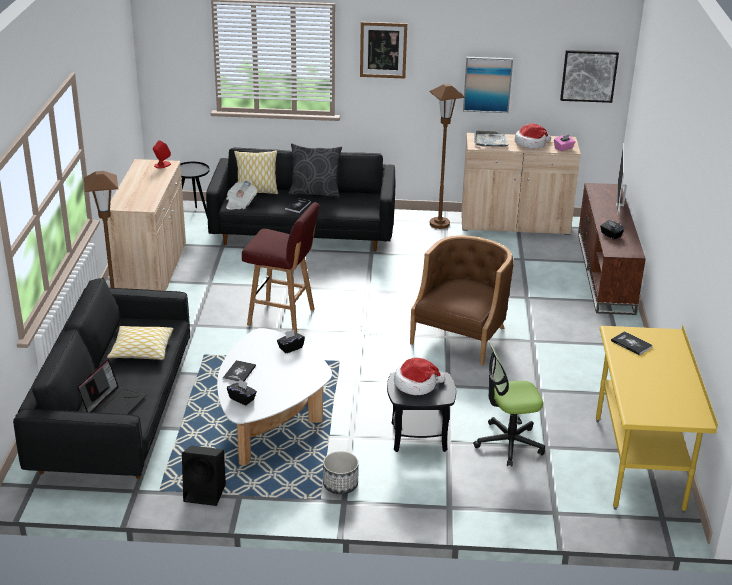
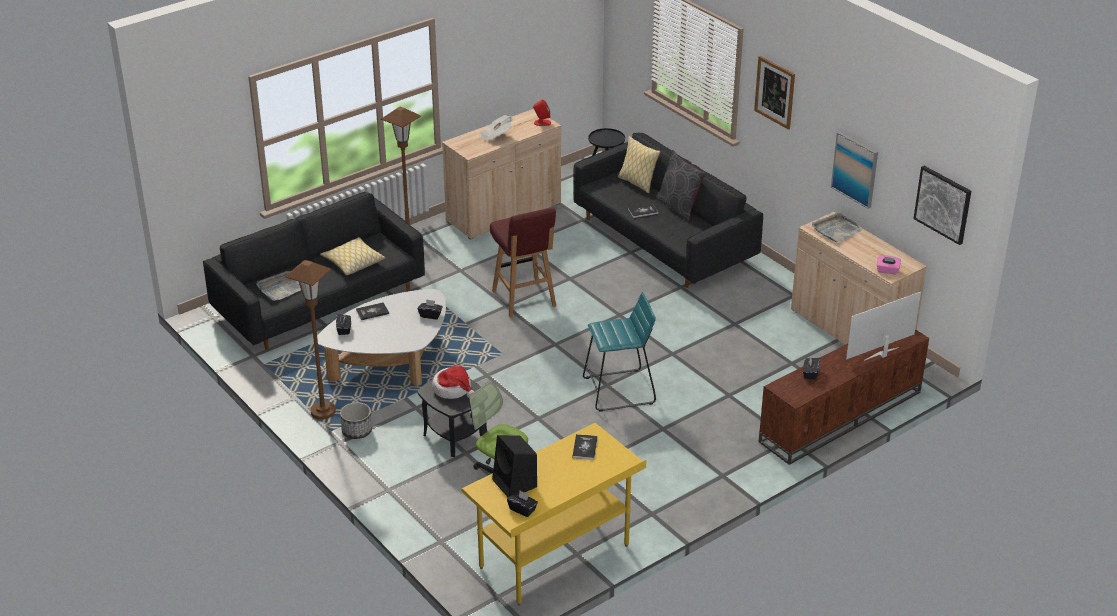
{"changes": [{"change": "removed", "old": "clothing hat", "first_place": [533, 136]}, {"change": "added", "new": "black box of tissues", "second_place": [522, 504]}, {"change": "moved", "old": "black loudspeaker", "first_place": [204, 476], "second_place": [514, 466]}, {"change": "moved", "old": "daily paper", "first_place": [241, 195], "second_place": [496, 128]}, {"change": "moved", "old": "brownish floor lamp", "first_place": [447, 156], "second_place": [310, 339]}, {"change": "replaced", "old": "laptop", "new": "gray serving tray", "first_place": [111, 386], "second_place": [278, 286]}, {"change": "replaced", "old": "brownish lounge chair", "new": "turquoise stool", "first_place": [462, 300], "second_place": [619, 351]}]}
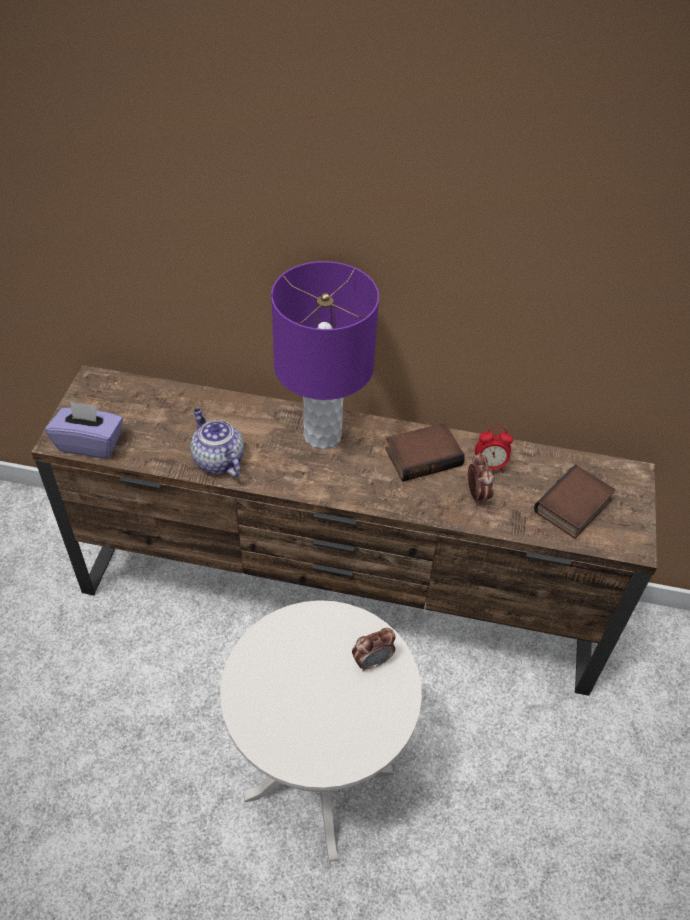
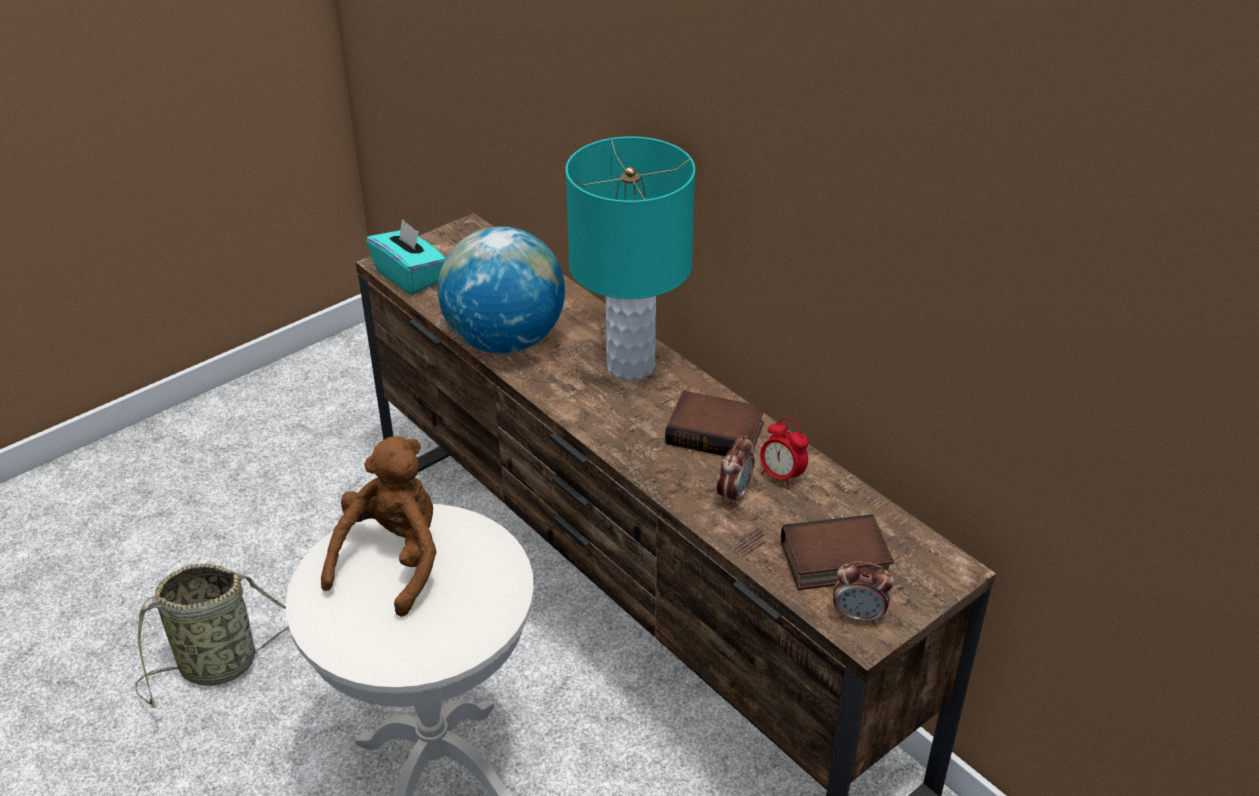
{"changes": [{"change": "added", "new": "basket", "second_place": [212, 636]}, {"change": "added", "new": "brownish cuddly toy", "second_place": [379, 526]}, {"change": "moved", "old": "alarm clock", "first_place": [373, 649], "second_place": [863, 593]}, {"change": "replaced", "old": "tea pot", "new": "desk globe", "first_place": [217, 442], "second_place": [501, 290]}, {"change": "recoloured", "old": "purple-coloured box of tissues", "new": "turquoise box of tissues", "first_place": [84, 430], "second_place": [406, 257]}, {"change": "recoloured", "old": "purple-coloured tabletop lamp", "new": "turquoise tabletop lamp", "first_place": [325, 355], "second_place": [630, 258]}]}
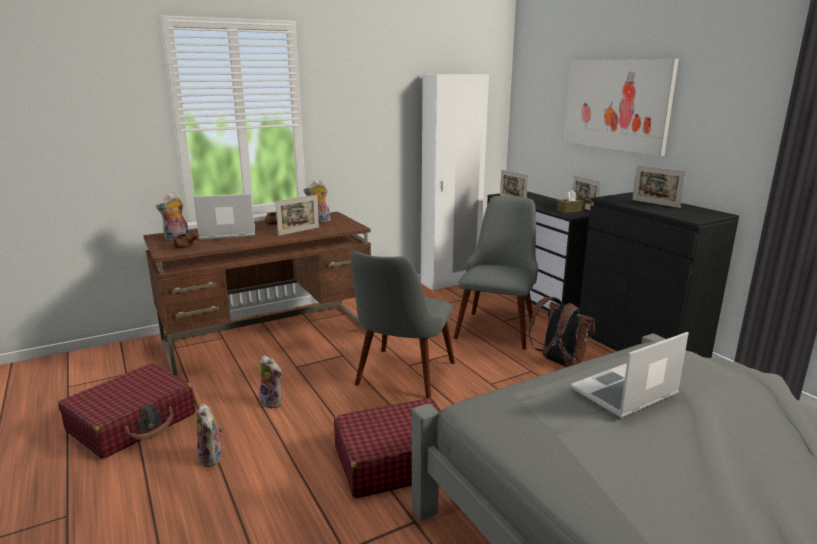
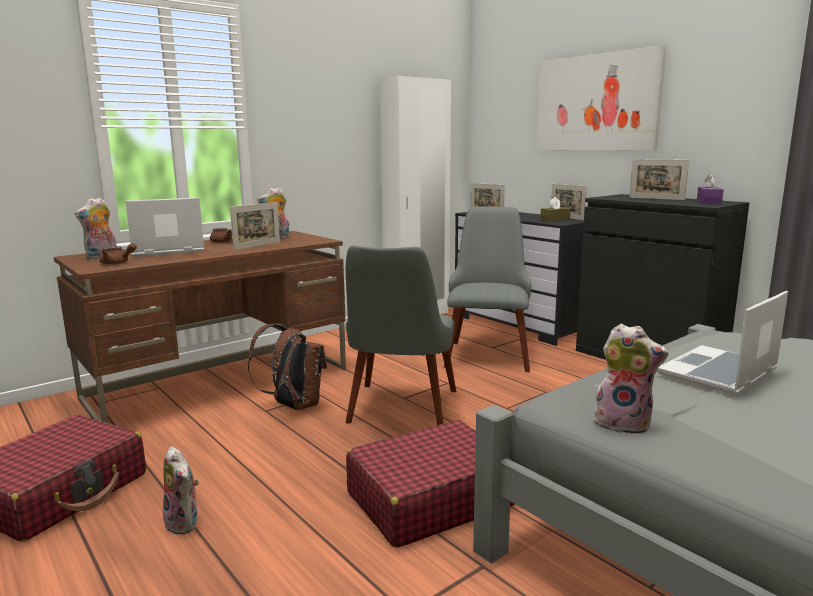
{"changes": [{"change": "added", "new": "purple-coloured box of tissues", "second_place": [710, 189]}, {"change": "moved", "old": "cuddly toy", "first_place": [270, 382], "second_place": [631, 379]}, {"change": "moved", "old": "brownish rucksack", "first_place": [562, 332], "second_place": [287, 367]}]}
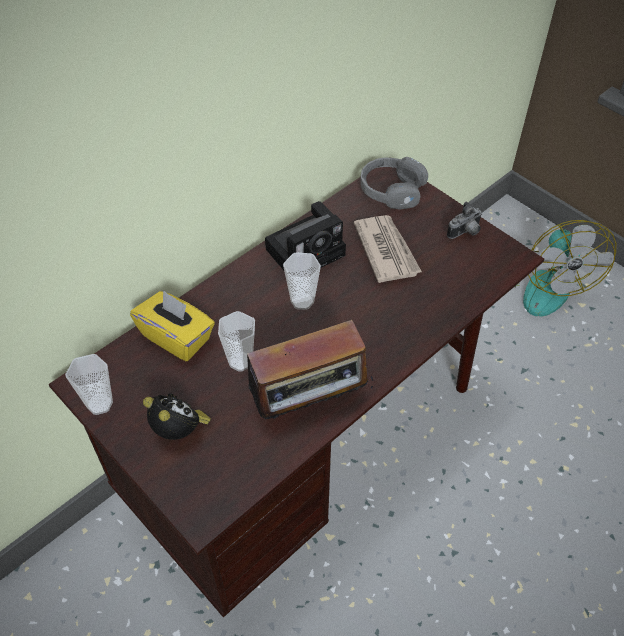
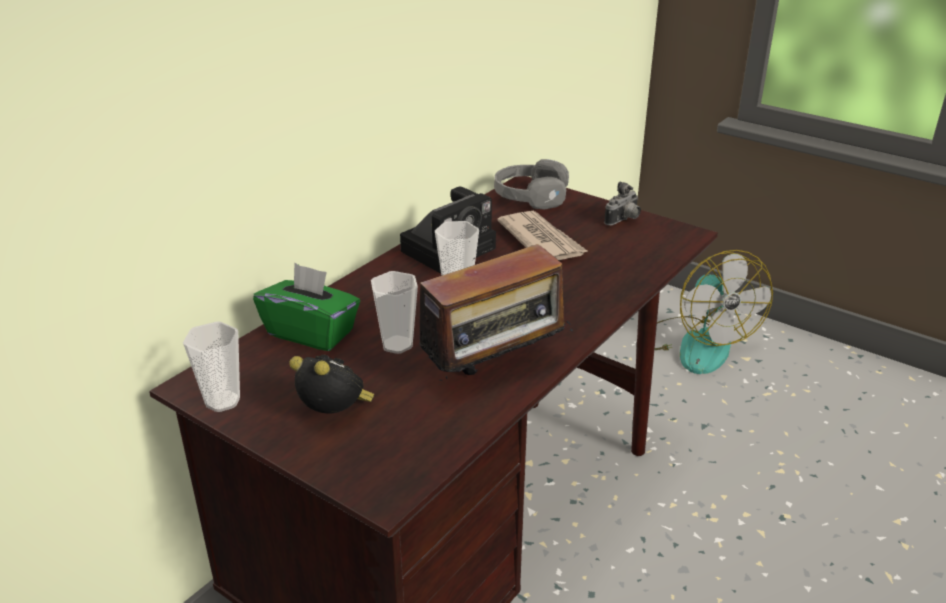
{"changes": [{"change": "recoloured", "old": "yellow-coloured box of tissues", "new": "greenish box of tissues", "first_place": [172, 325], "second_place": [306, 307]}]}
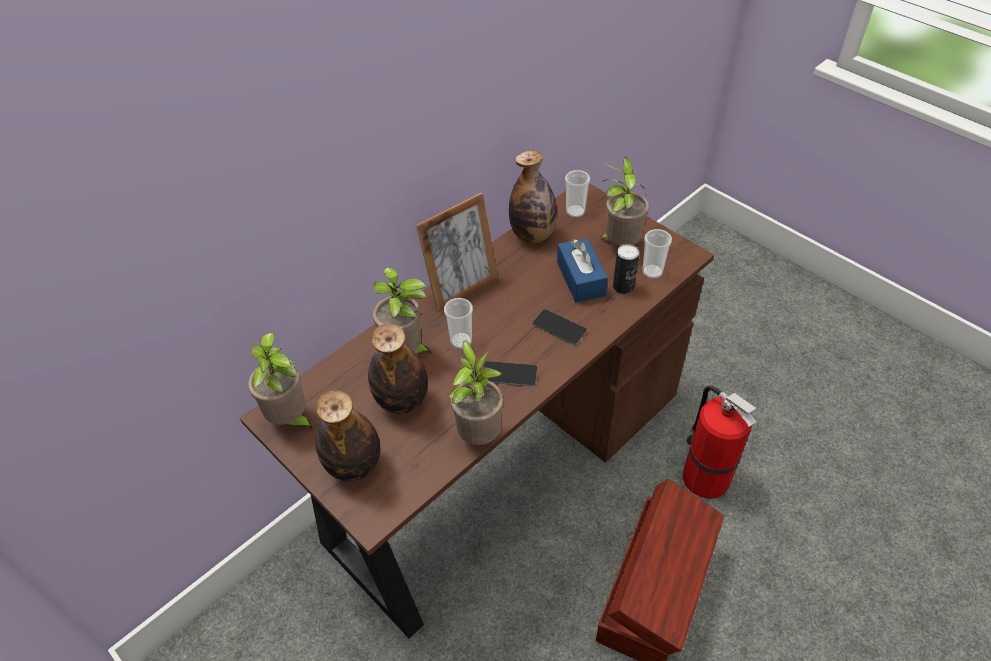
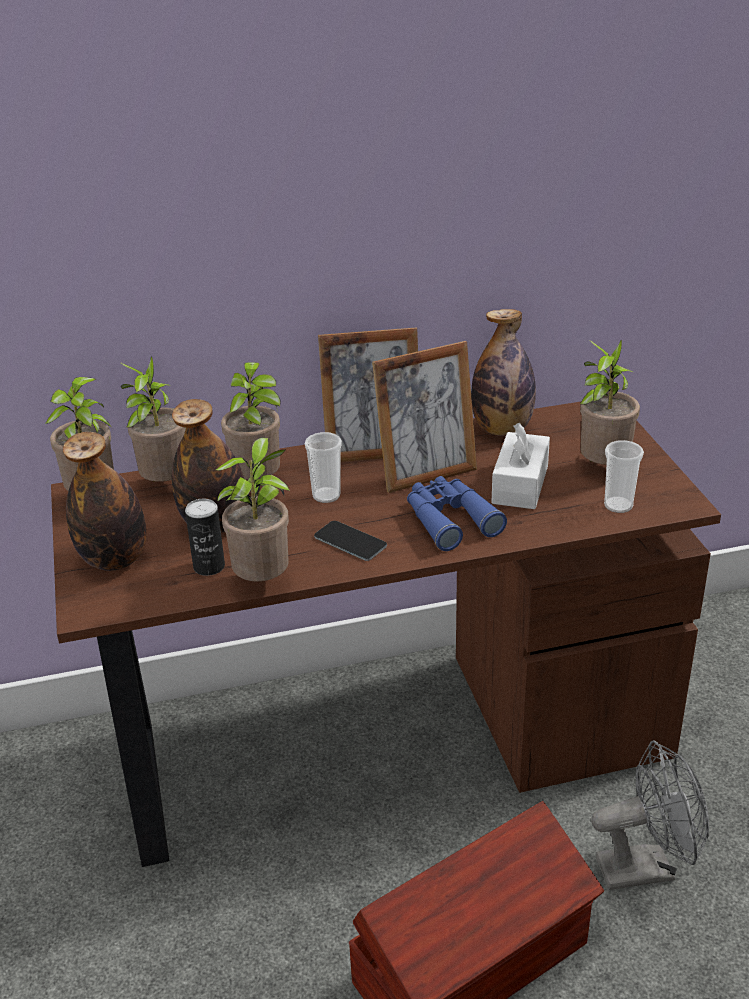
{"changes": [{"change": "removed", "old": "cup", "first_place": [577, 194]}, {"change": "added", "new": "plant in a pot", "second_place": [153, 419]}, {"change": "added", "new": "picture frame", "second_place": [424, 417]}, {"change": "moved", "old": "sealed can", "first_place": [626, 269], "second_place": [205, 537]}, {"change": "replaced", "old": "handset", "new": "blue pair of binoculars", "first_place": [560, 327], "second_place": [457, 513]}, {"change": "replaced", "old": "fire extinguisher", "new": "gray electric fan", "first_place": [719, 442], "second_place": [650, 815]}, {"change": "recoloured", "old": "blue box of tissues", "new": "white box of tissues", "first_place": [582, 270], "second_place": [520, 465]}]}
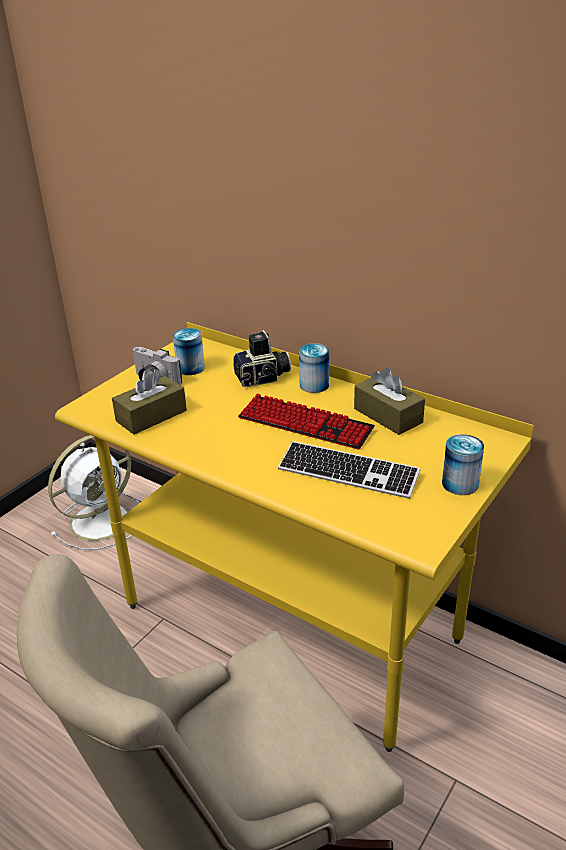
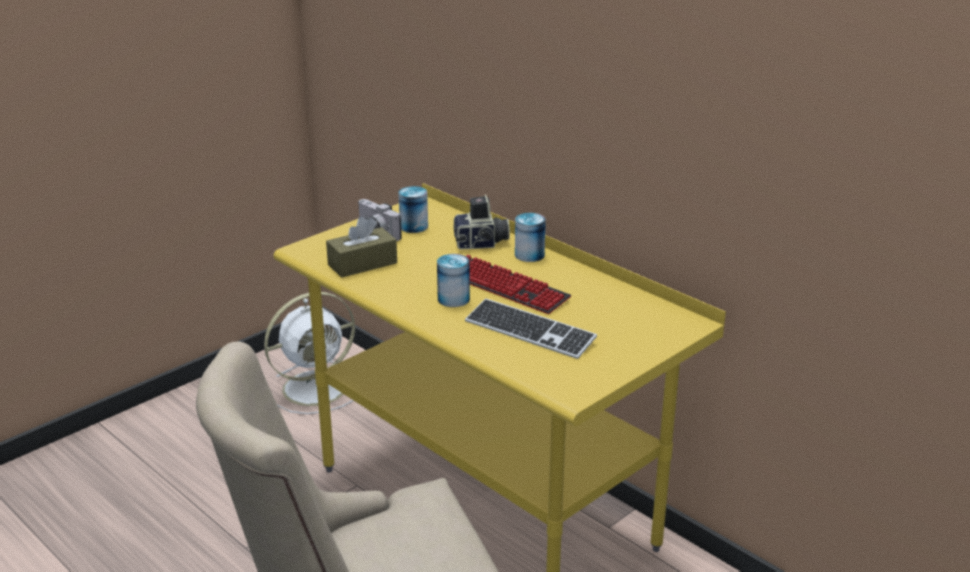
{"changes": [{"change": "removed", "old": "brownish box of tissues", "first_place": [389, 401]}, {"change": "moved", "old": "sealed can", "first_place": [463, 464], "second_place": [453, 280]}]}
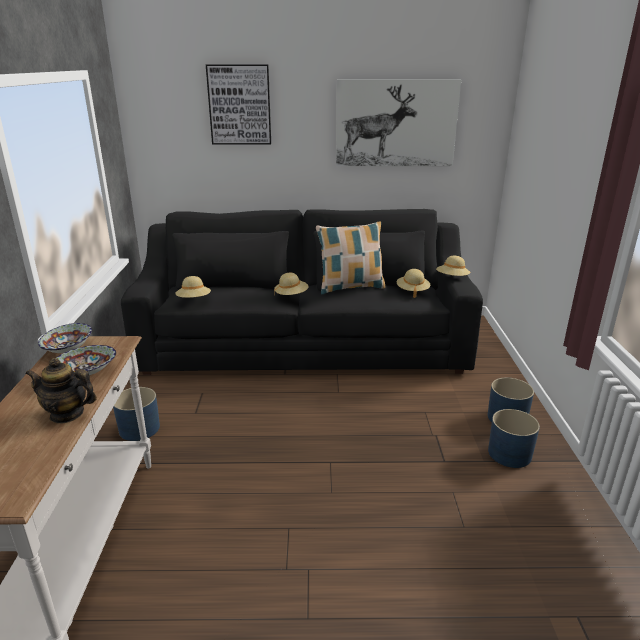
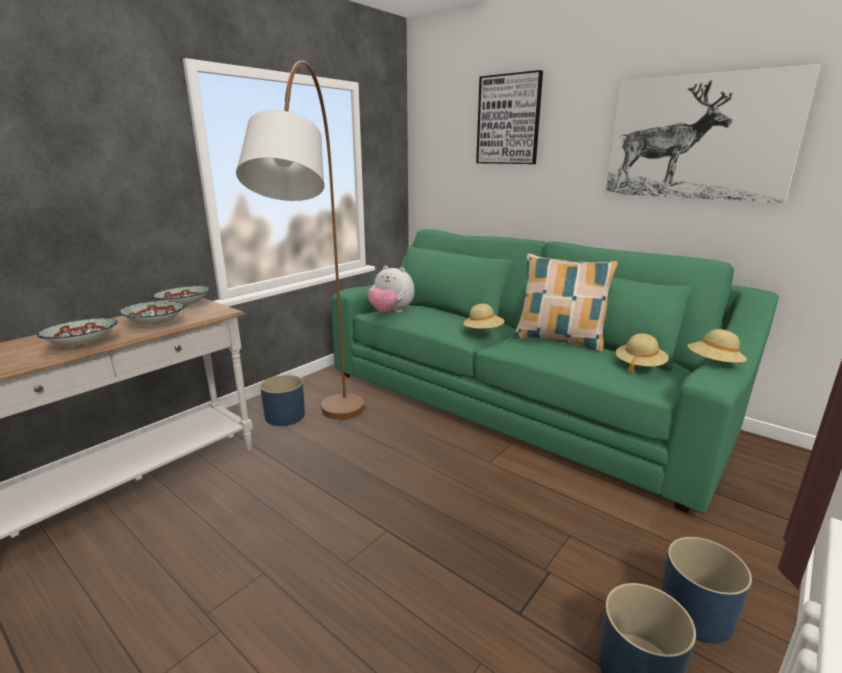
{"changes": [{"change": "added", "new": "brownish floor lamp", "second_place": [300, 240]}, {"change": "replaced", "old": "tea pot", "new": "serving bowl", "first_place": [61, 391], "second_place": [77, 332]}, {"change": "replaced", "old": "beige-coloured clothing hat", "new": "cuddly toy", "first_place": [193, 287], "second_place": [391, 289]}, {"change": "recoloured", "old": "black sofa", "new": "greenish sofa", "first_place": [302, 292], "second_place": [555, 371]}]}
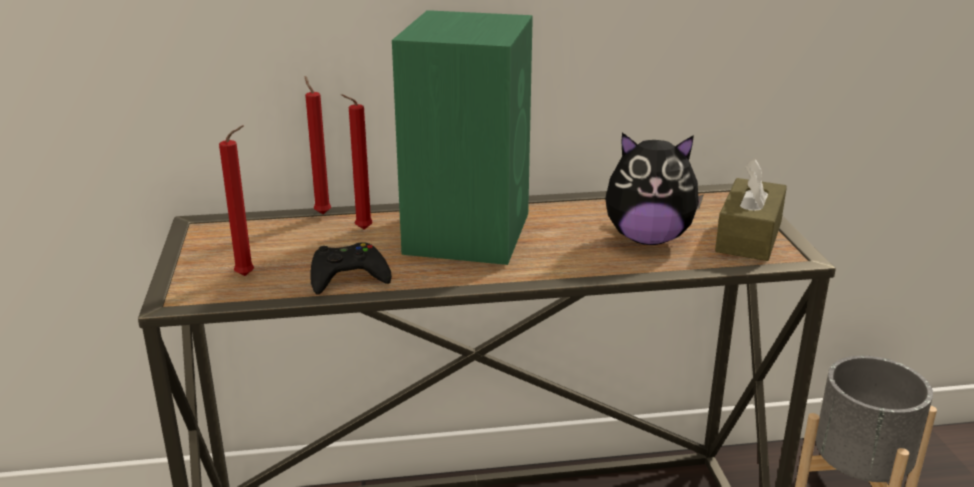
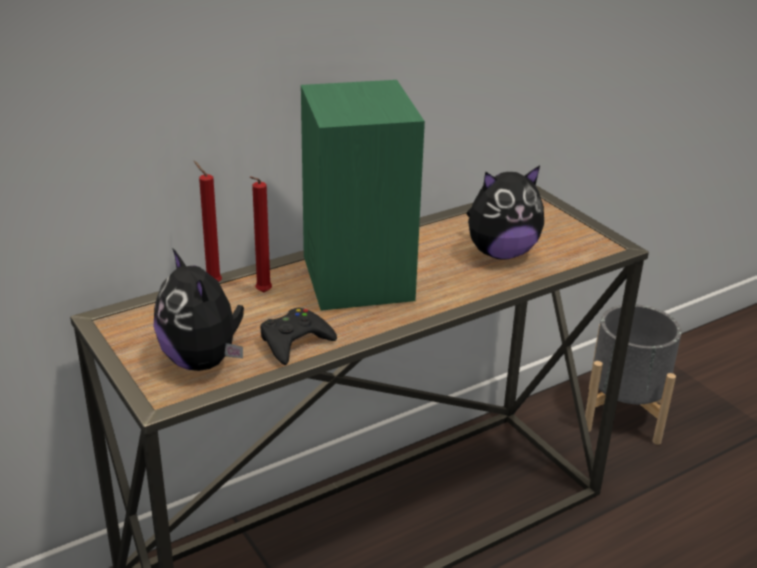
{"changes": [{"change": "removed", "old": "brownish box of tissues", "first_place": [751, 210]}, {"change": "replaced", "old": "red-coloured wax light", "new": "cuddly toy", "first_place": [236, 200], "second_place": [199, 310]}]}
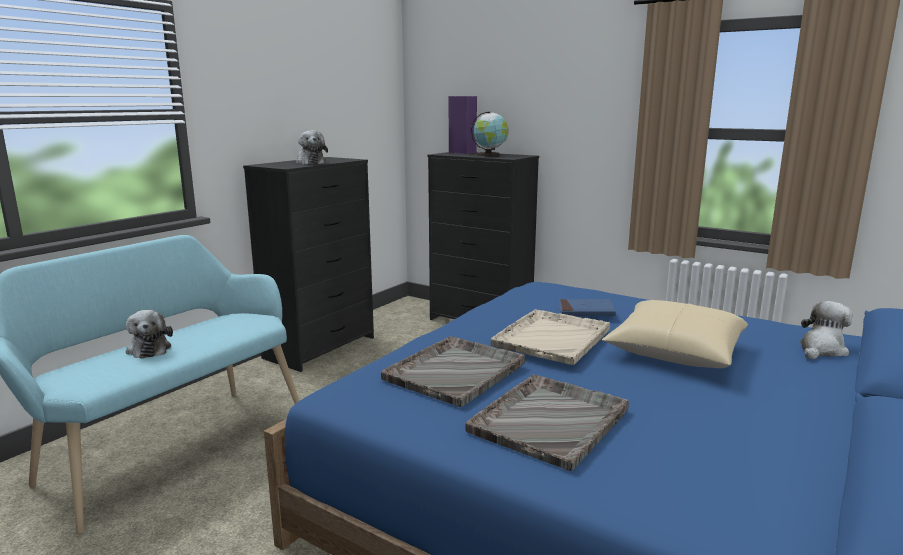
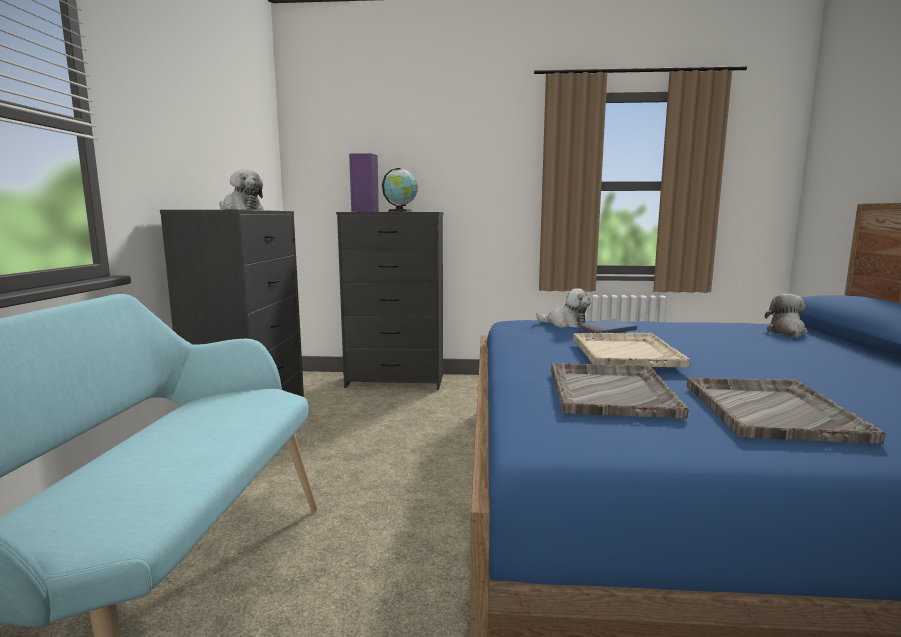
{"changes": [{"change": "removed", "old": "beige-coloured throw pillow", "first_place": [675, 334]}, {"change": "moved", "old": "cuddly toy", "first_place": [149, 334], "second_place": [563, 308]}]}
